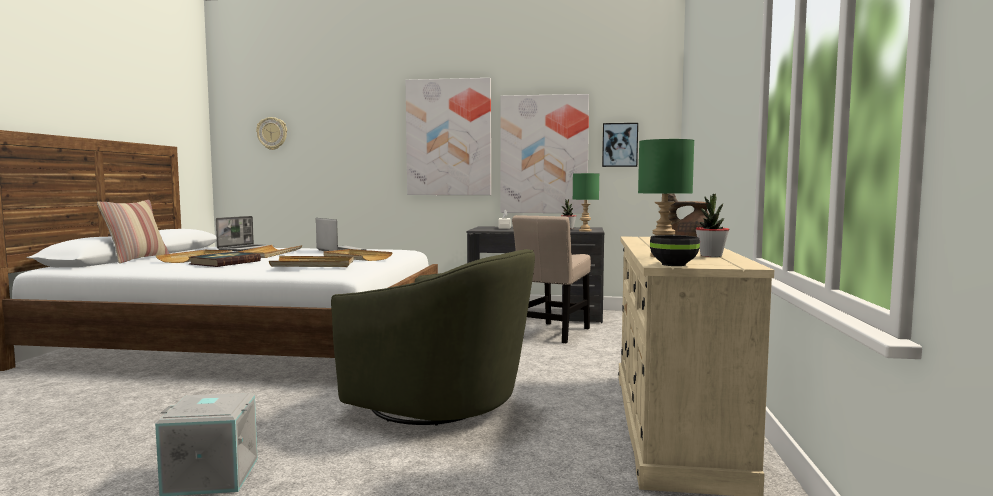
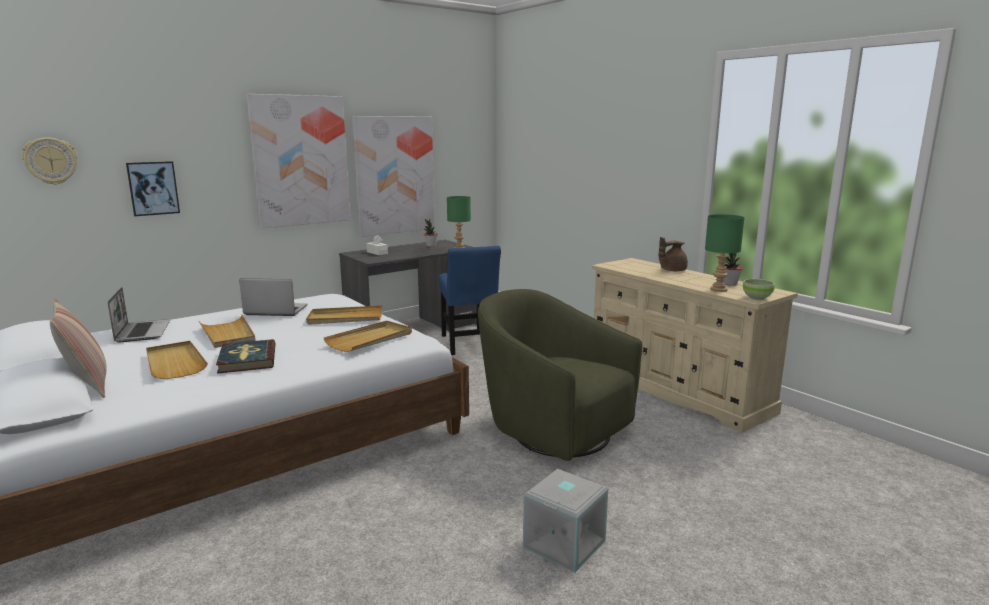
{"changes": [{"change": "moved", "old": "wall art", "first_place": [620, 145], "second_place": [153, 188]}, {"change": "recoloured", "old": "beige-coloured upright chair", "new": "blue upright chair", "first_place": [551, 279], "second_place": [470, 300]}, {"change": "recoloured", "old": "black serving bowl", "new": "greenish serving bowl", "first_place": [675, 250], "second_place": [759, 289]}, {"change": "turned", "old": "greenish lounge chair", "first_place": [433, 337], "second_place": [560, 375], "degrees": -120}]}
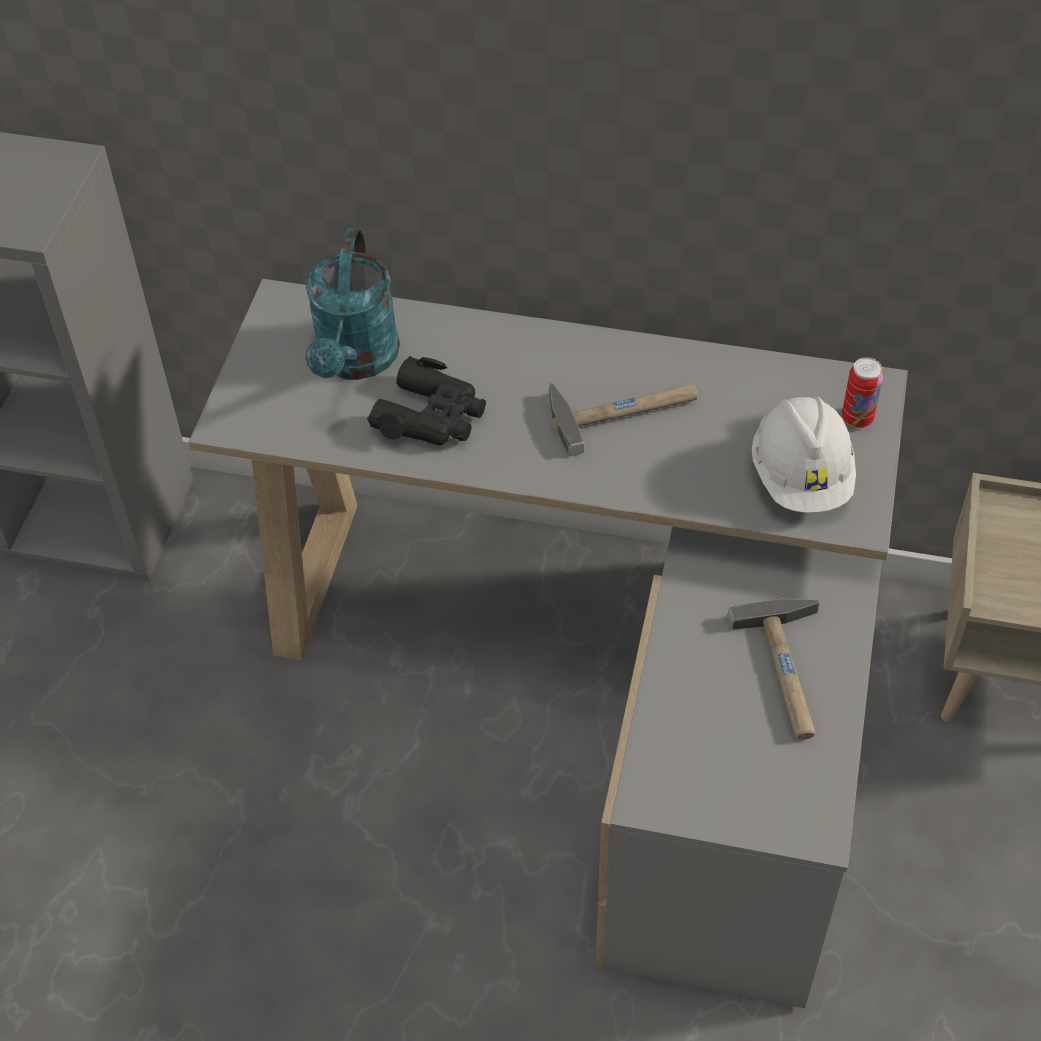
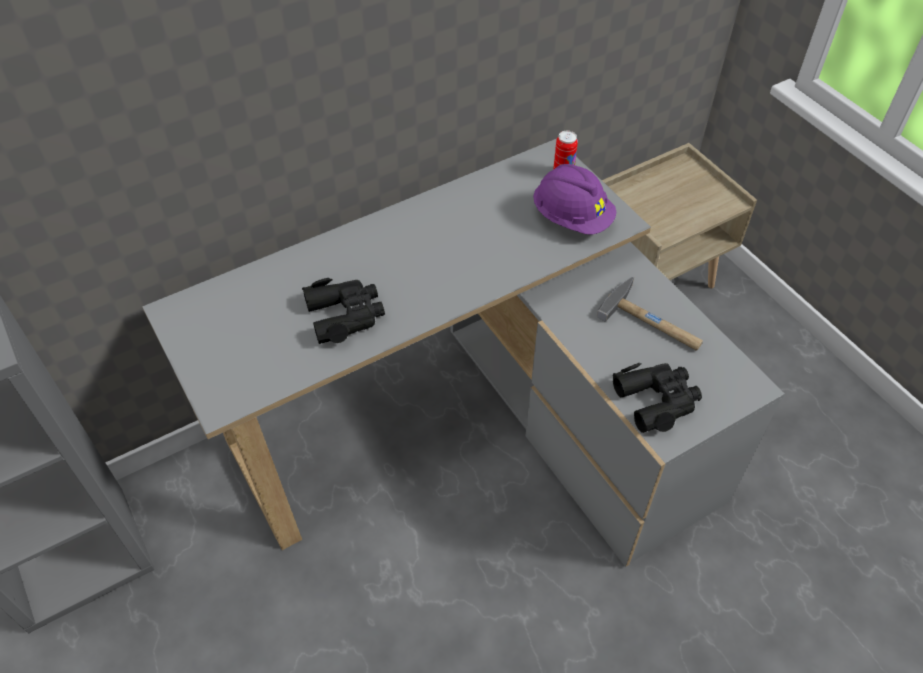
{"changes": [{"change": "removed", "old": "turquoise watering can", "first_place": [353, 304]}, {"change": "removed", "old": "tool hammer", "first_place": [623, 419]}, {"change": "added", "new": "black pair of binoculars", "second_place": [657, 398]}, {"change": "recoloured", "old": "white work helmet", "new": "purple-coloured work helmet", "first_place": [804, 454], "second_place": [574, 199]}]}
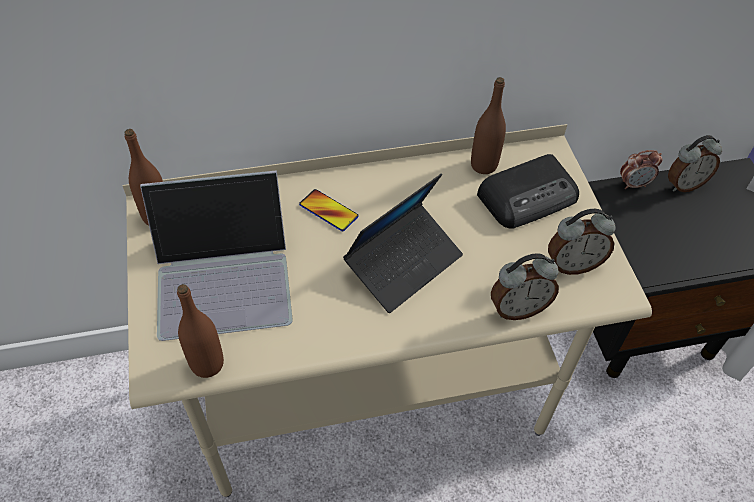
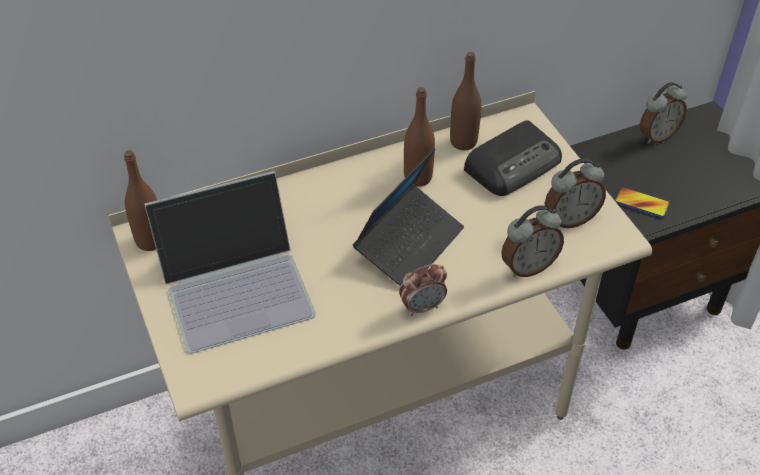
{"changes": [{"change": "moved", "old": "brownish drink bottle", "first_place": [200, 331], "second_place": [419, 137]}, {"change": "moved", "old": "handset", "first_place": [329, 210], "second_place": [642, 202]}, {"change": "moved", "old": "alarm clock", "first_place": [641, 169], "second_place": [423, 290]}]}
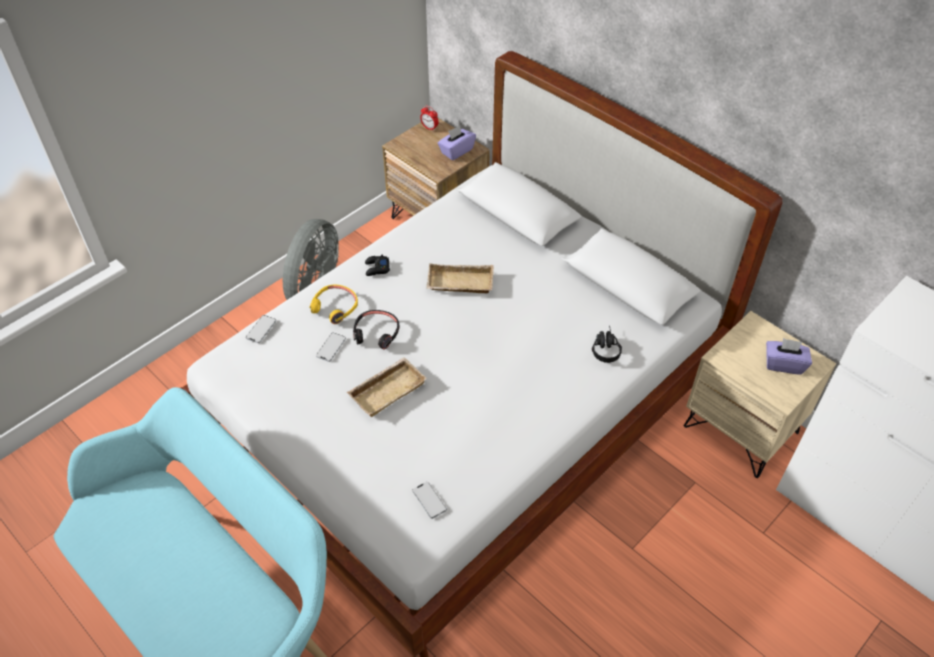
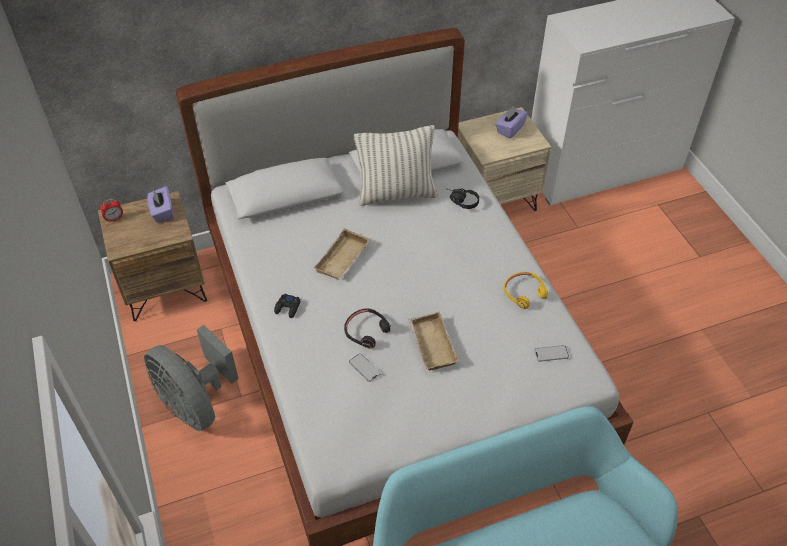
{"changes": [{"change": "removed", "old": "handset", "first_place": [261, 329]}, {"change": "added", "new": "throw pillow", "second_place": [396, 165]}, {"change": "moved", "old": "yellow-coloured pair of headphones", "first_place": [334, 304], "second_place": [526, 290]}]}
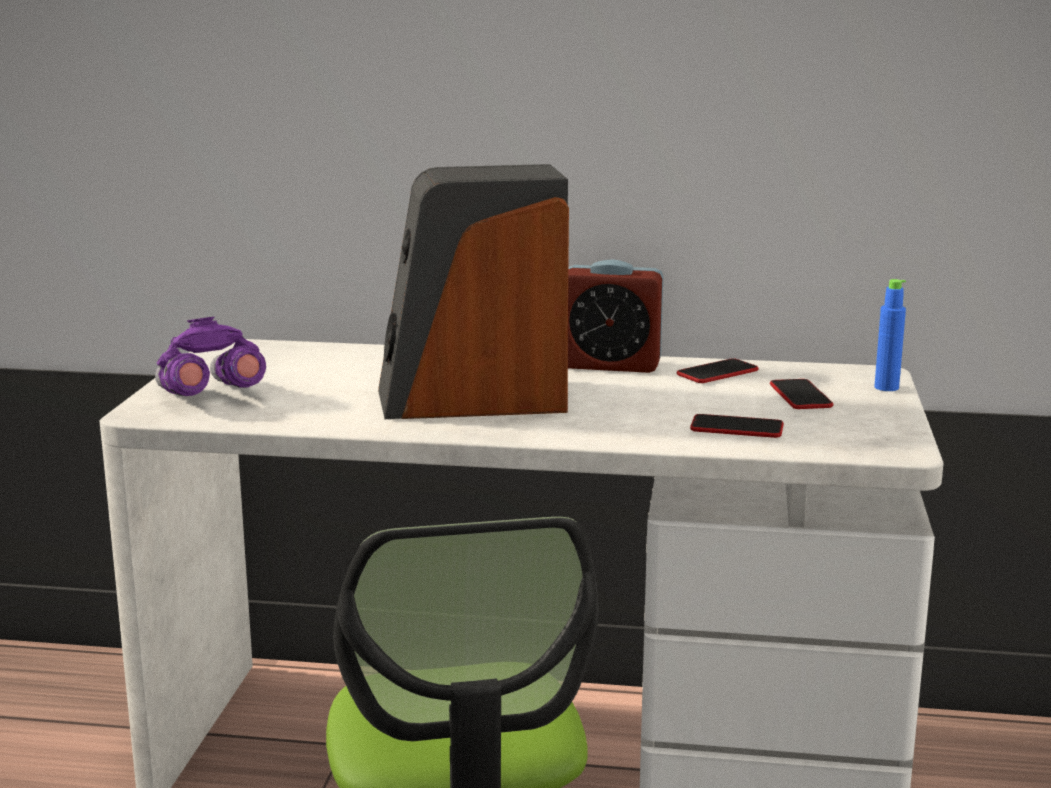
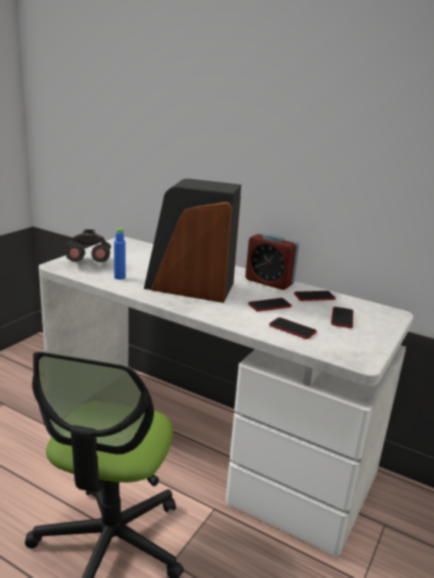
{"changes": [{"change": "added", "new": "handset", "second_place": [270, 305]}, {"change": "moved", "old": "blue drink bottle", "first_place": [890, 335], "second_place": [119, 254]}, {"change": "recoloured", "old": "purple-coloured pair of binoculars", "new": "gray pair of binoculars", "first_place": [210, 356], "second_place": [88, 246]}]}
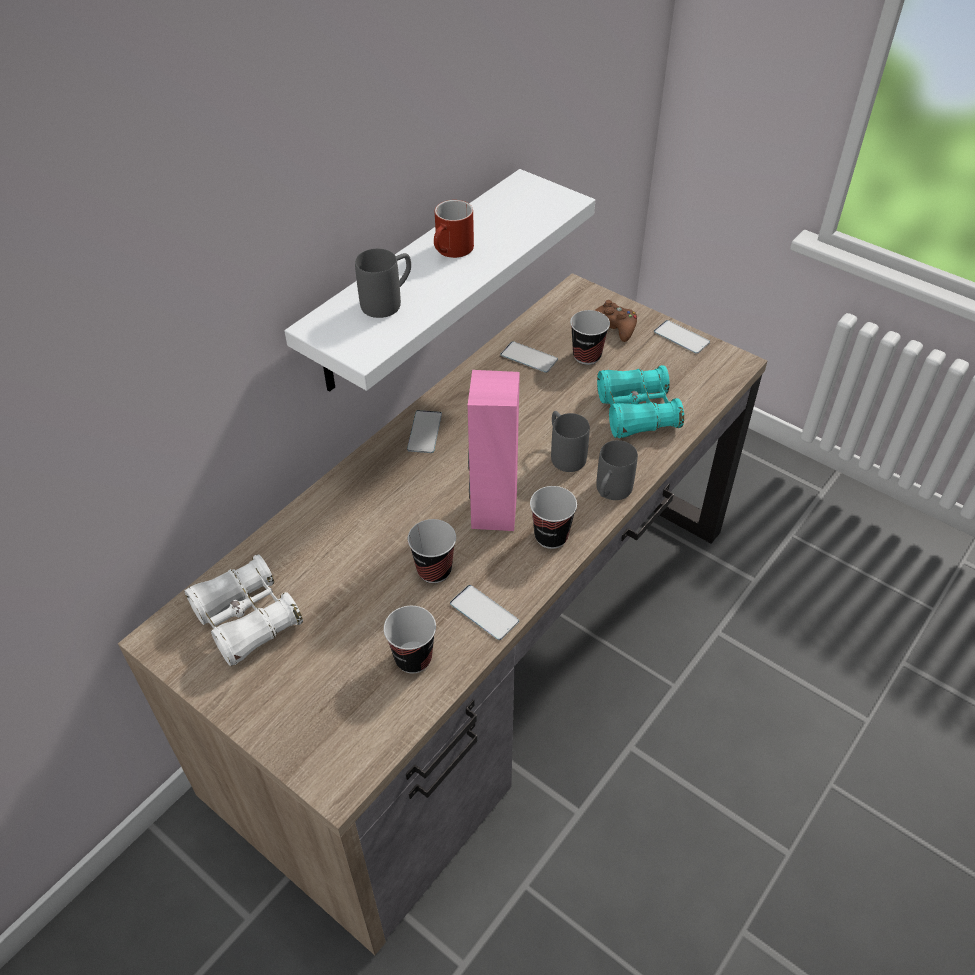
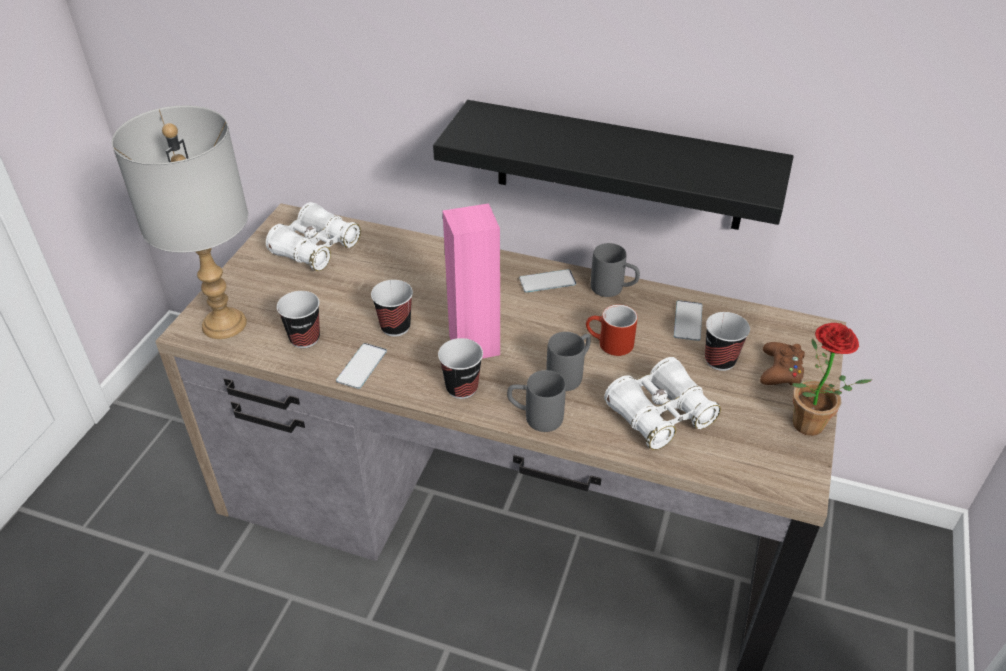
{"changes": [{"change": "added", "new": "gray tabletop lamp", "second_place": [180, 222]}, {"change": "moved", "old": "gray coffee mug", "first_place": [383, 283], "second_place": [615, 270]}, {"change": "moved", "old": "red-coloured coffee mug", "first_place": [454, 229], "second_place": [612, 330]}, {"change": "replaced", "old": "handset", "new": "plant in a pot", "first_place": [682, 337], "second_place": [832, 379]}, {"change": "recoloured", "old": "white bracket shelf", "new": "black bracket shelf", "first_place": [439, 280], "second_place": [613, 165]}, {"change": "recoloured", "old": "turquoise pair of binoculars", "new": "white pair of binoculars", "first_place": [640, 401], "second_place": [662, 403]}]}
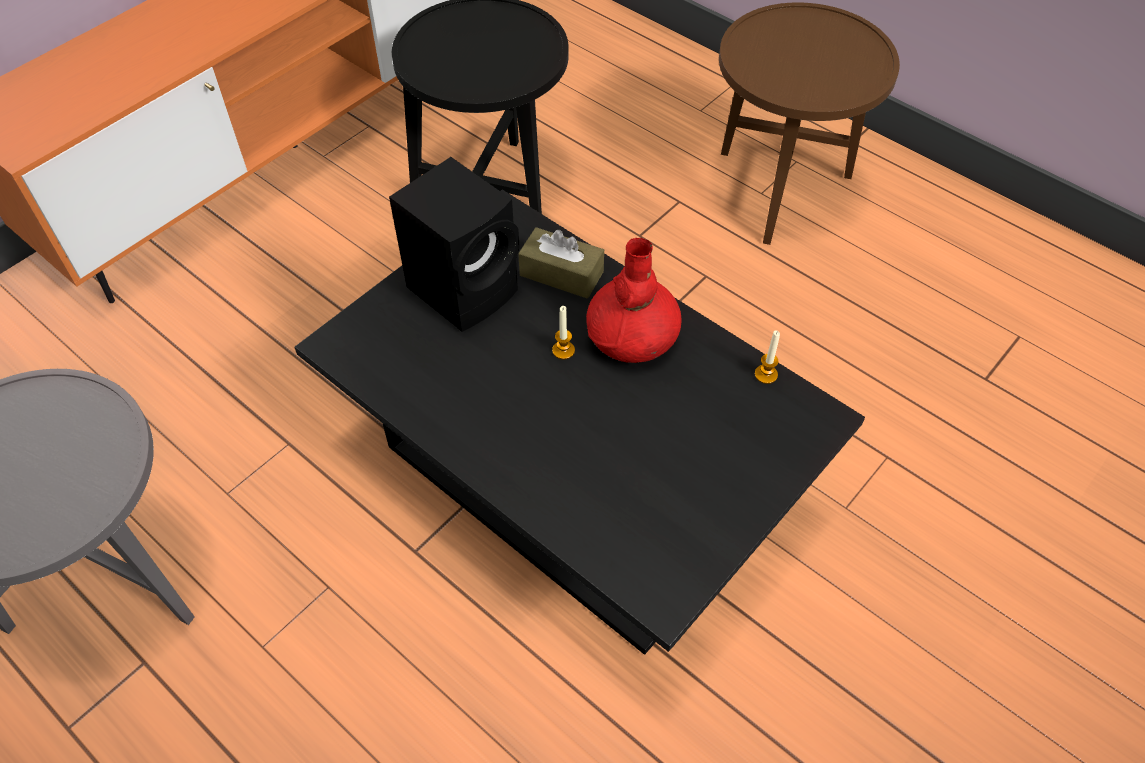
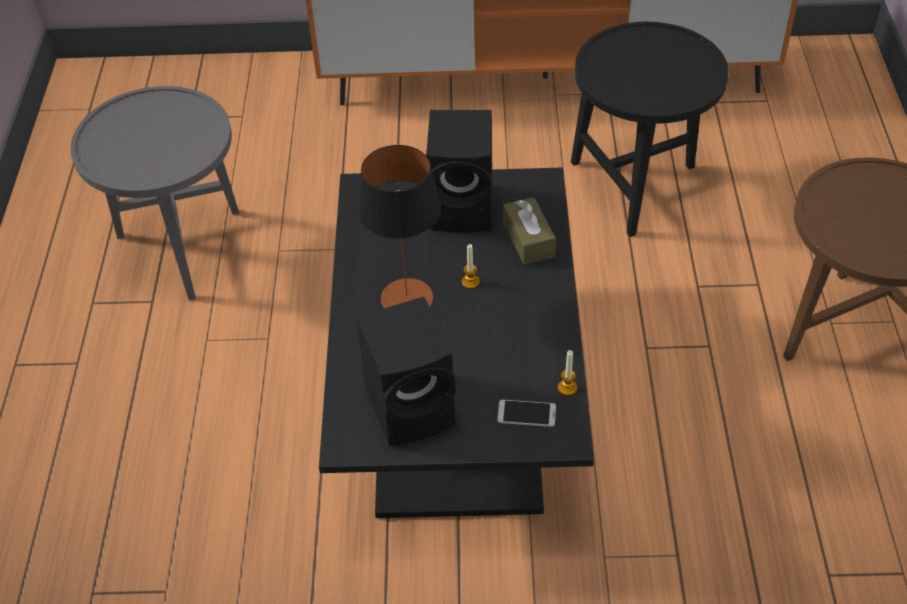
{"changes": [{"change": "removed", "old": "red-coloured decorative vase", "first_place": [634, 300]}, {"change": "added", "new": "black loudspeaker", "second_place": [406, 371]}, {"change": "added", "new": "tabletop lamp", "second_place": [399, 226]}, {"change": "added", "new": "handset", "second_place": [526, 413]}]}
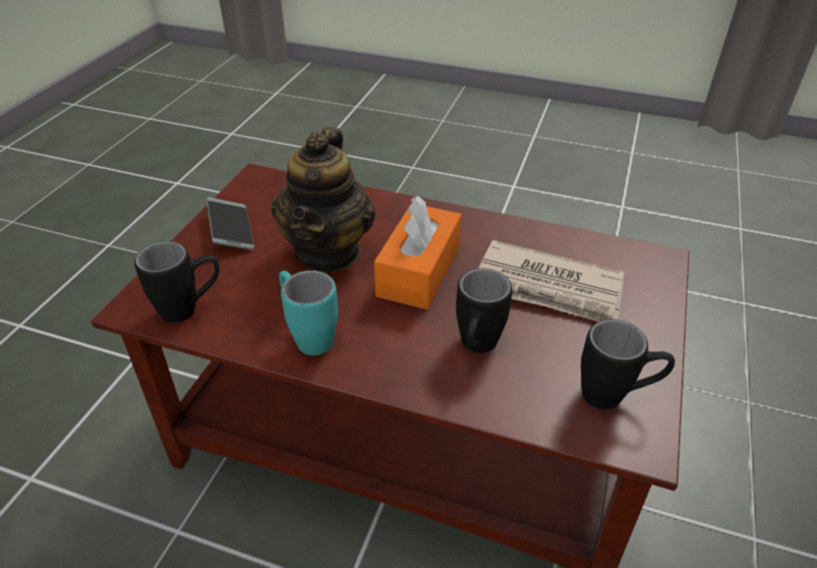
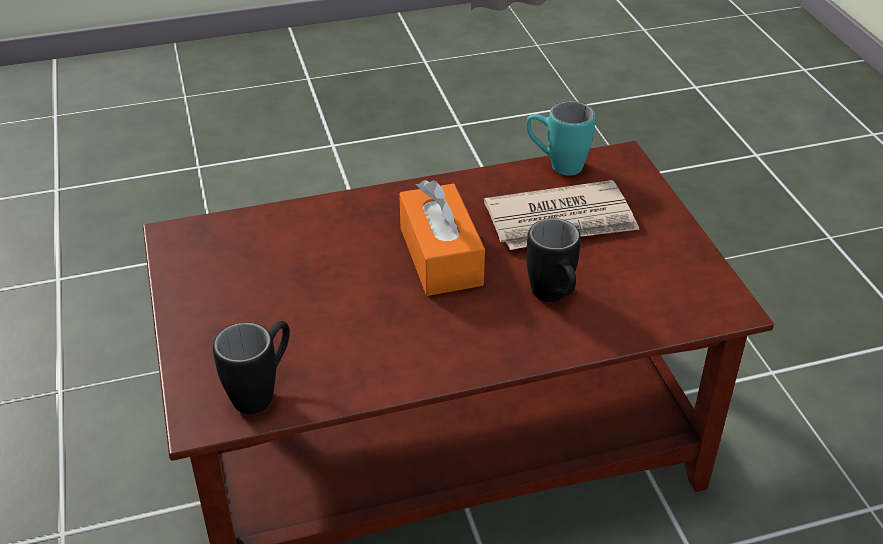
{"changes": [{"change": "removed", "old": "handset", "first_place": [230, 223]}, {"change": "removed", "old": "tea pot", "first_place": [323, 199]}, {"change": "removed", "old": "black coffee mug", "first_place": [628, 364]}, {"change": "moved", "old": "turquoise coffee mug", "first_place": [308, 312], "second_place": [560, 138]}]}
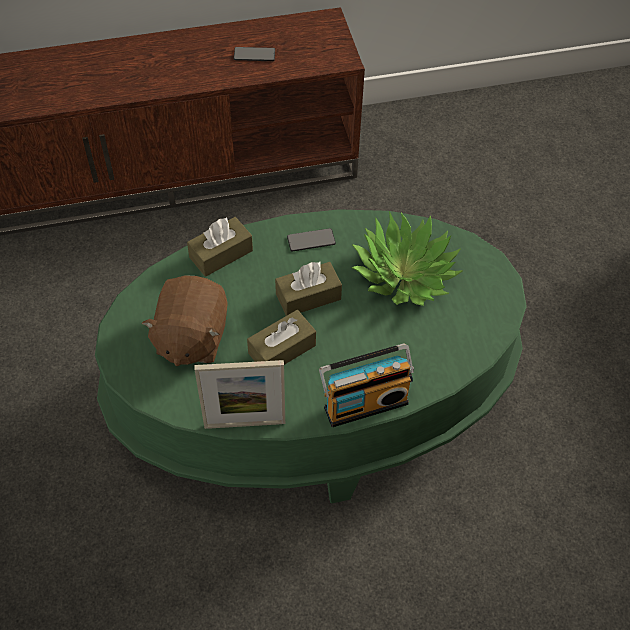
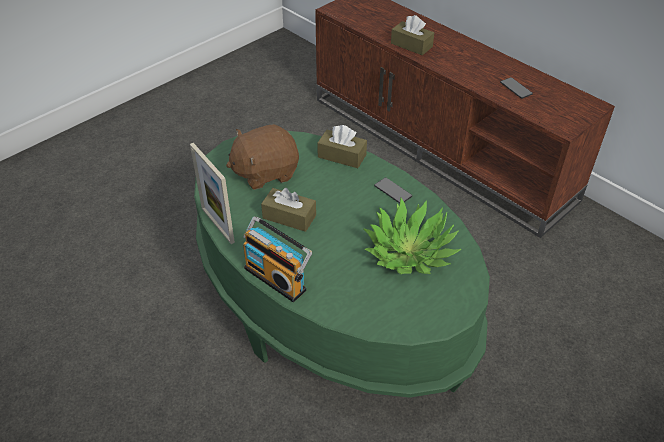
{"changes": [{"change": "moved", "old": "brownish box of tissues", "first_place": [308, 289], "second_place": [412, 35]}]}
